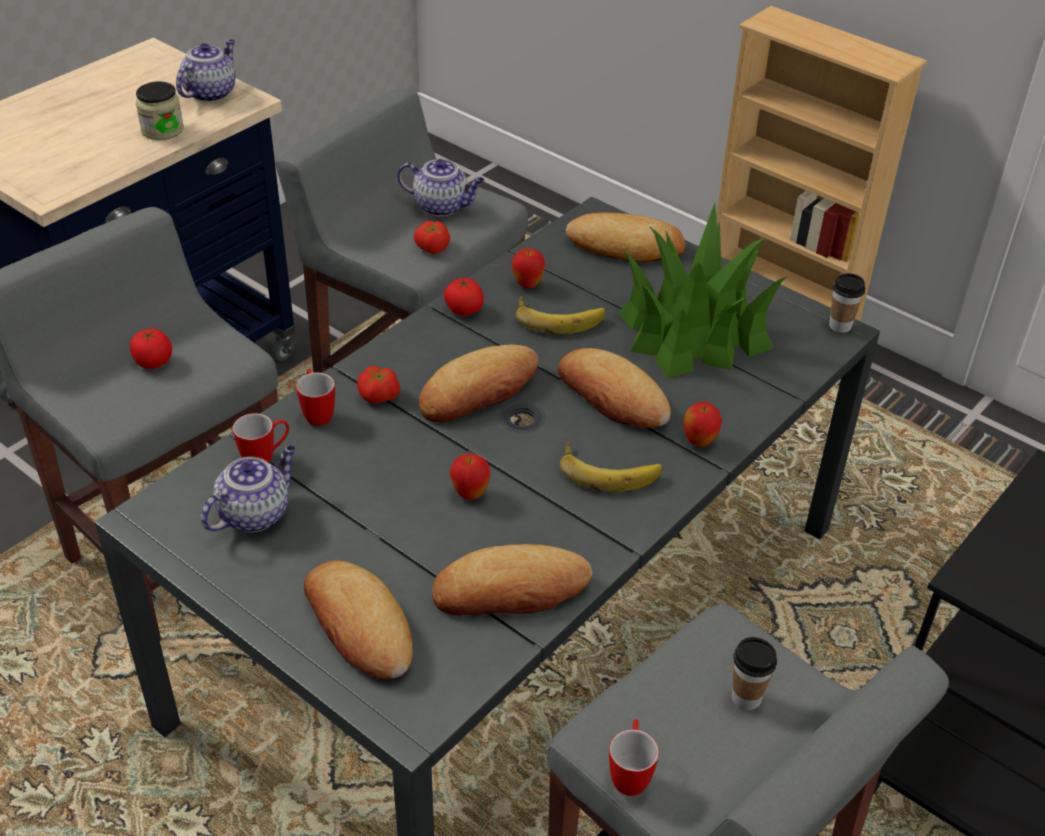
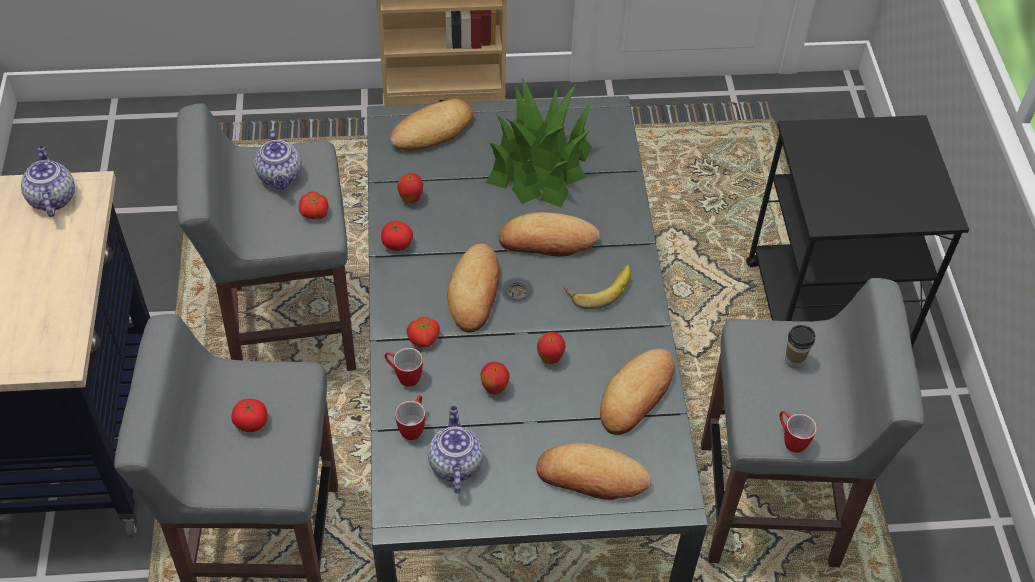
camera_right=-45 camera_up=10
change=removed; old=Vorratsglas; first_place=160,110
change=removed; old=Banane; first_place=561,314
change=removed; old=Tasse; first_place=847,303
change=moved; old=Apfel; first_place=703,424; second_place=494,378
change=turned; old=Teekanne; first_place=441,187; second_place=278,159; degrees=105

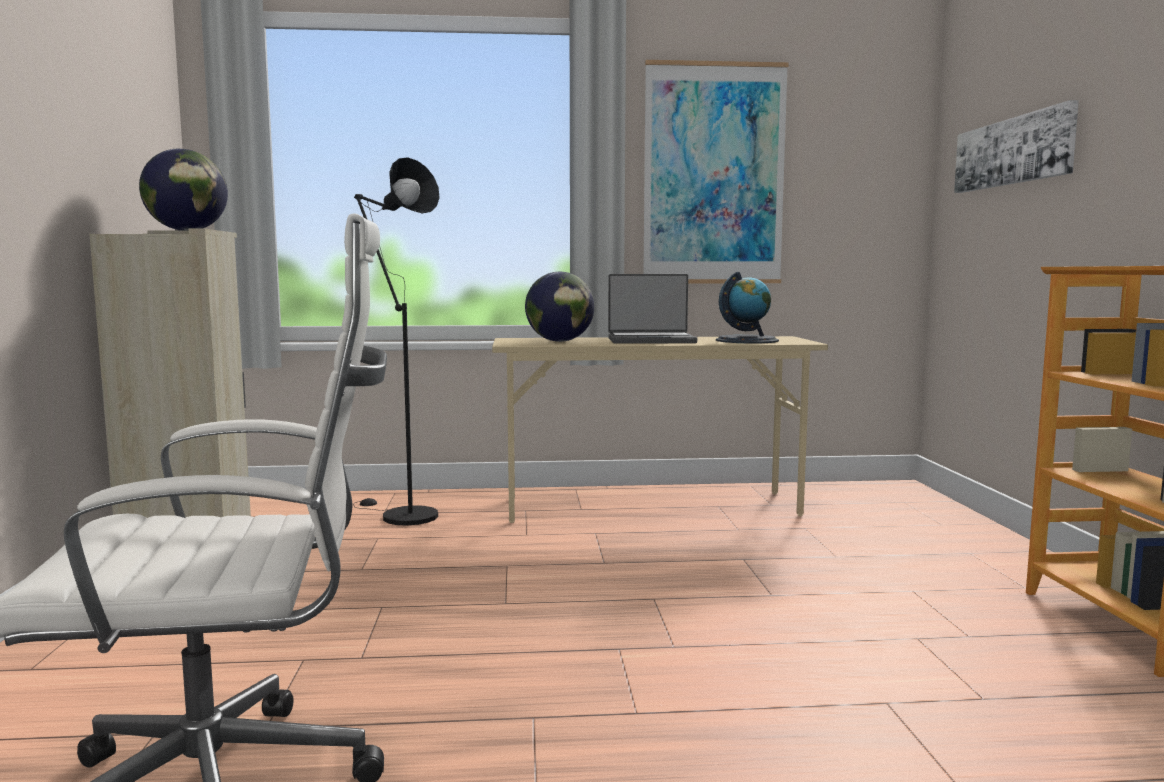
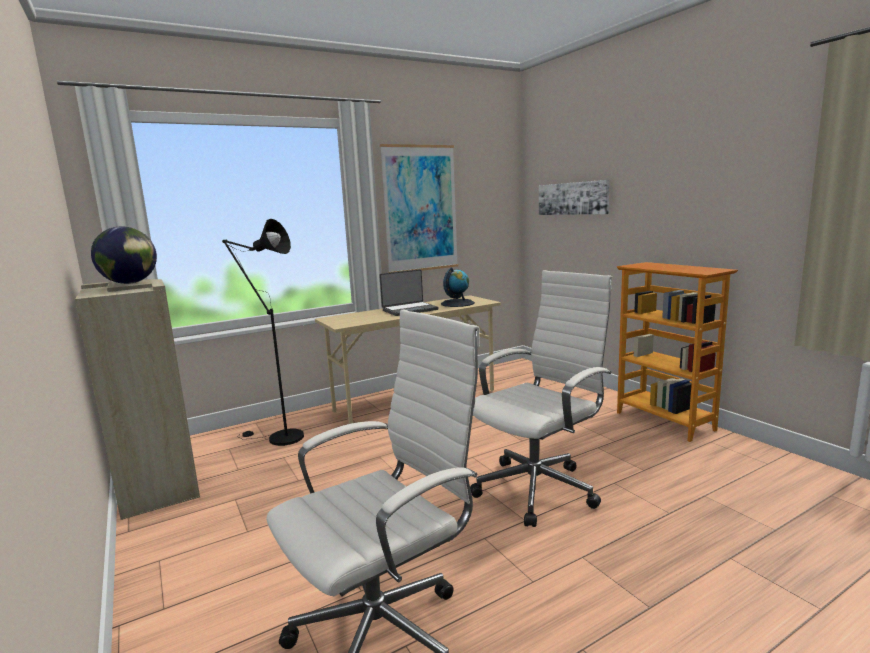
camera_right=-25 camera_up=5
change=removed; old=Globus; first_place=560,307
change=added; new=Bürostuhl (weiß); second_place=541,398

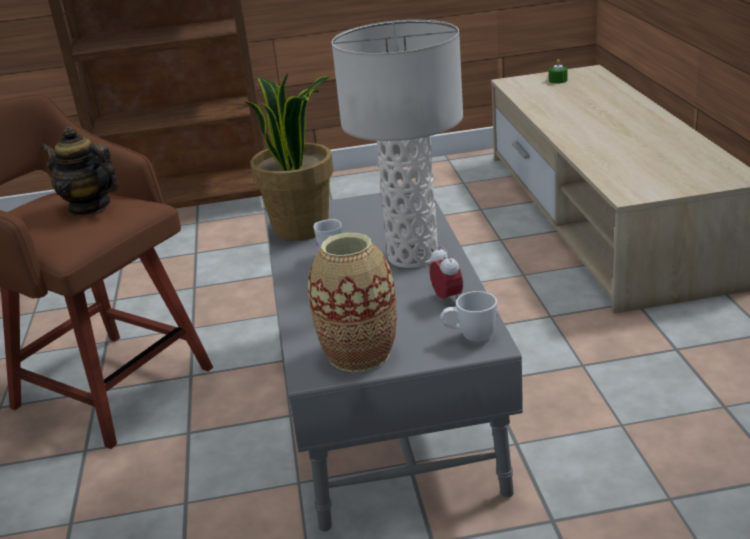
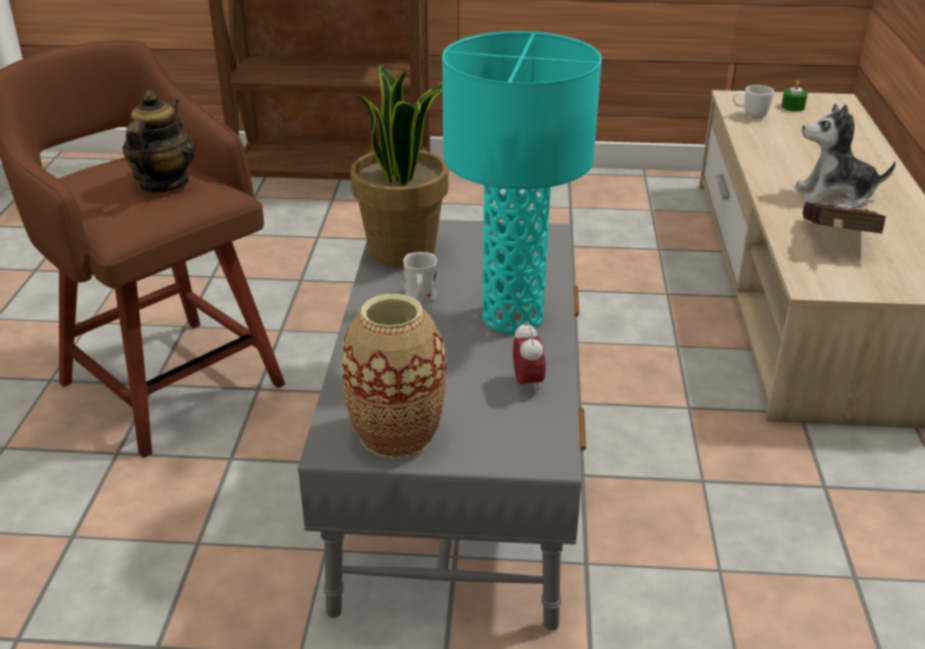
camera_right=10 camera_up=5
change=added; new=Plüschtier; second_place=846,156
change=added; new=Buch (rot); second_place=844,218
change=moved; old=Henkelbecher (weiß); first_place=468,316; second_place=753,102
change=recoloured; old=Tischlampe (weiß); new=Tischlampe (türkis); first_place=397,144; second_place=522,182
change=turned; old=Teekanne; first_place=80,171; second_place=159,141; degrees=60

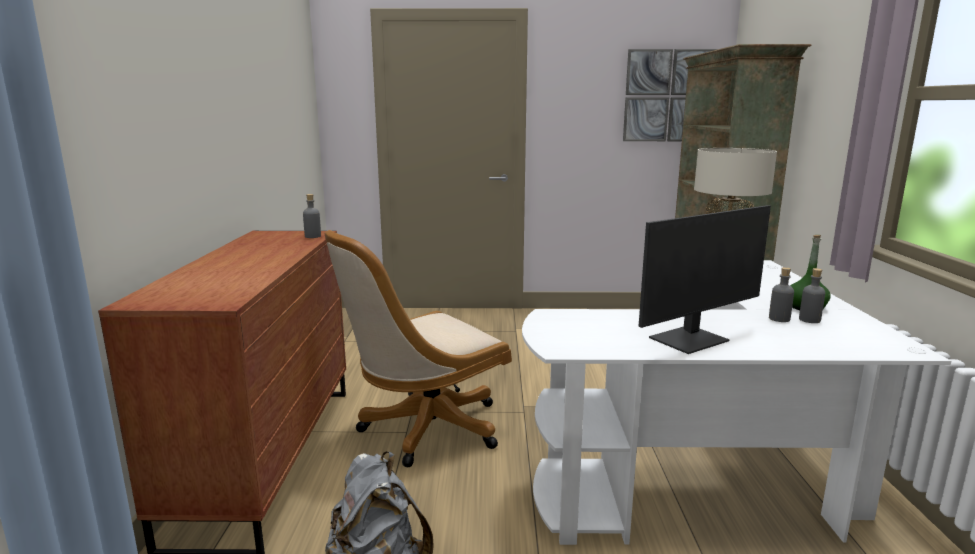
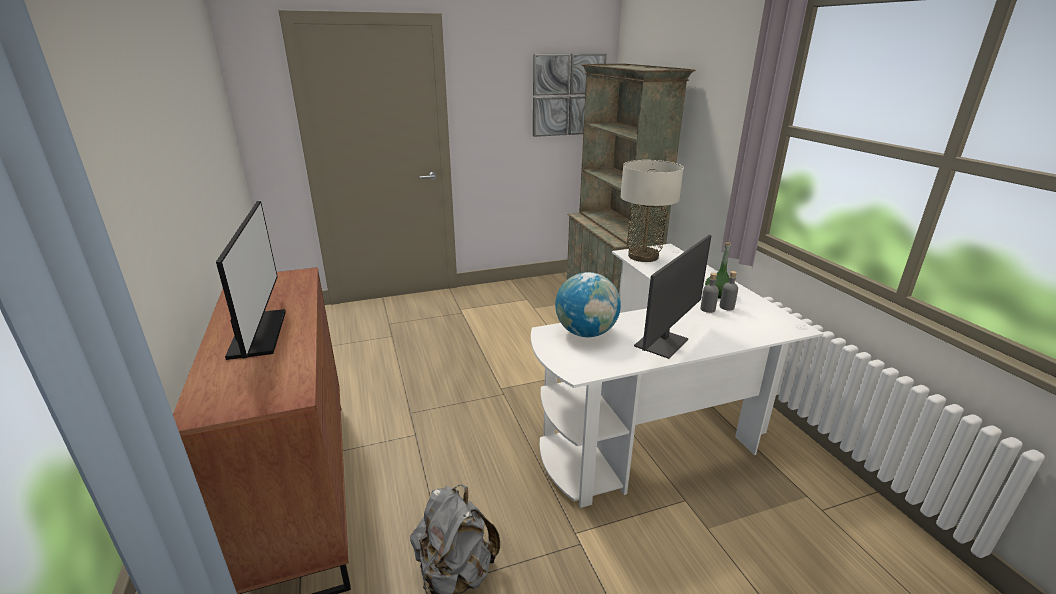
camera_right=-20 camera_up=10
change=removed; old=Flasche (grau); first_place=312,216
change=removed; old=Bürostuhl; first_place=418,348
change=added; new=Monitor; second_place=251,280
change=added; new=Globus; second_place=588,304

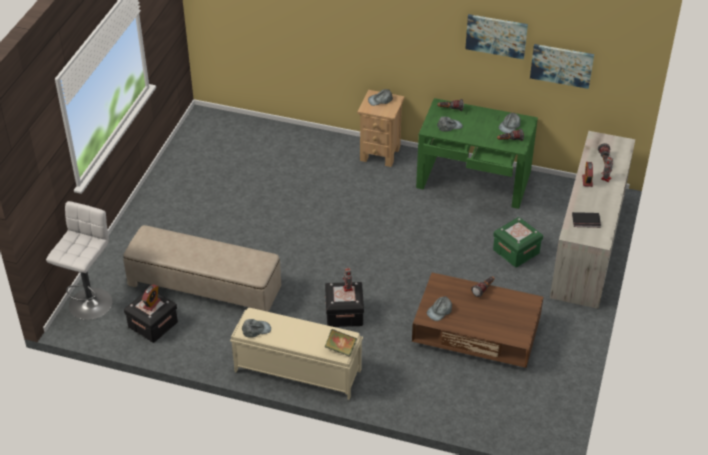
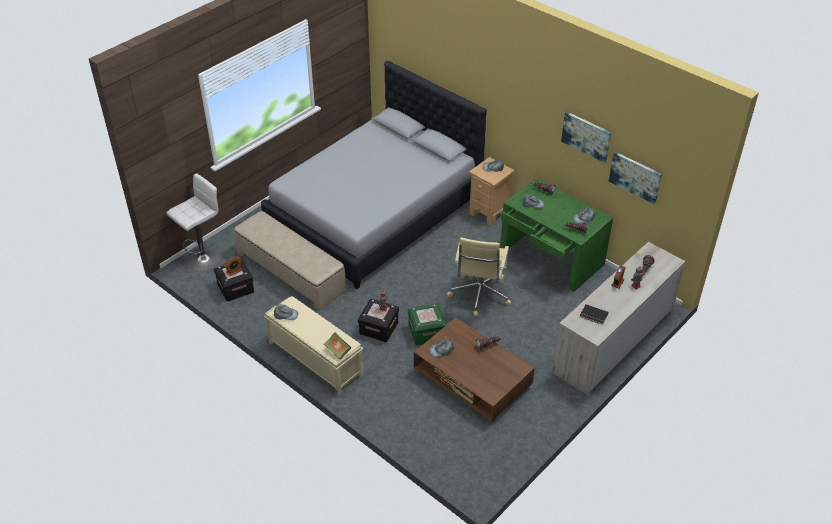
camera_right=25 camera_up=0
change=added; new=Bett (grau); second_place=374,175
change=added; new=Bürostuhl (beige); second_place=479,277
change=moved; old=Aufbewahrungsbox (grün); first_place=518,242; second_place=427,325

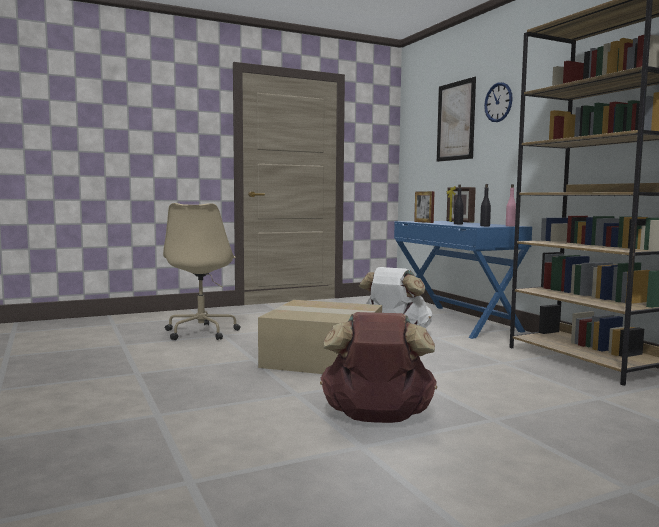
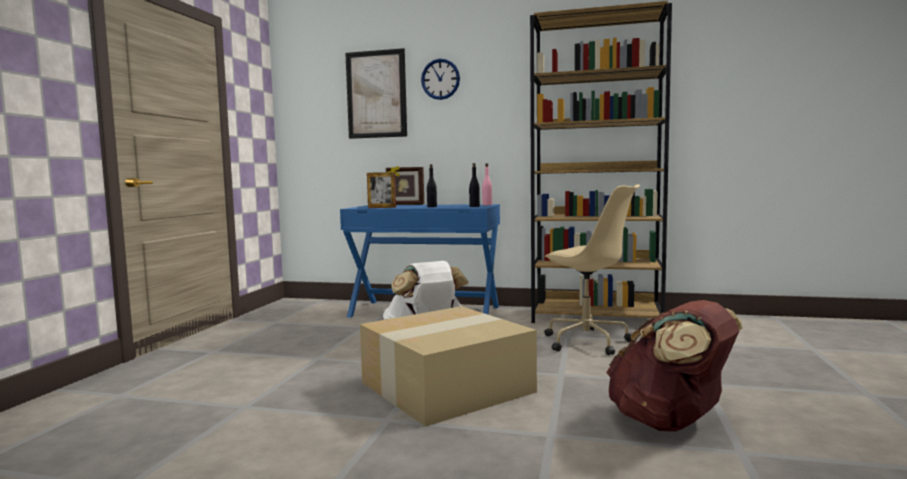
camera_right=-50 camera_up=0
change=moved; old=Bürostuhl (beige); first_place=202,271; second_place=592,269

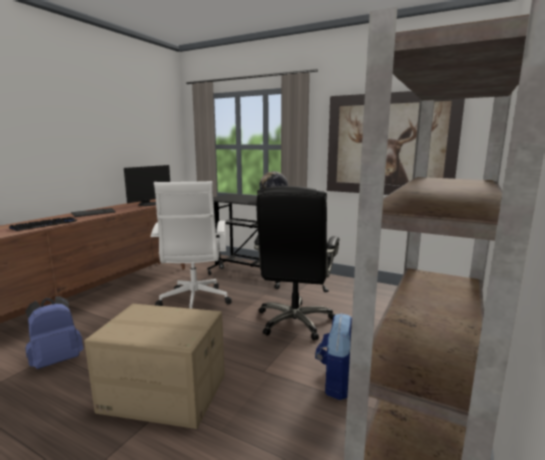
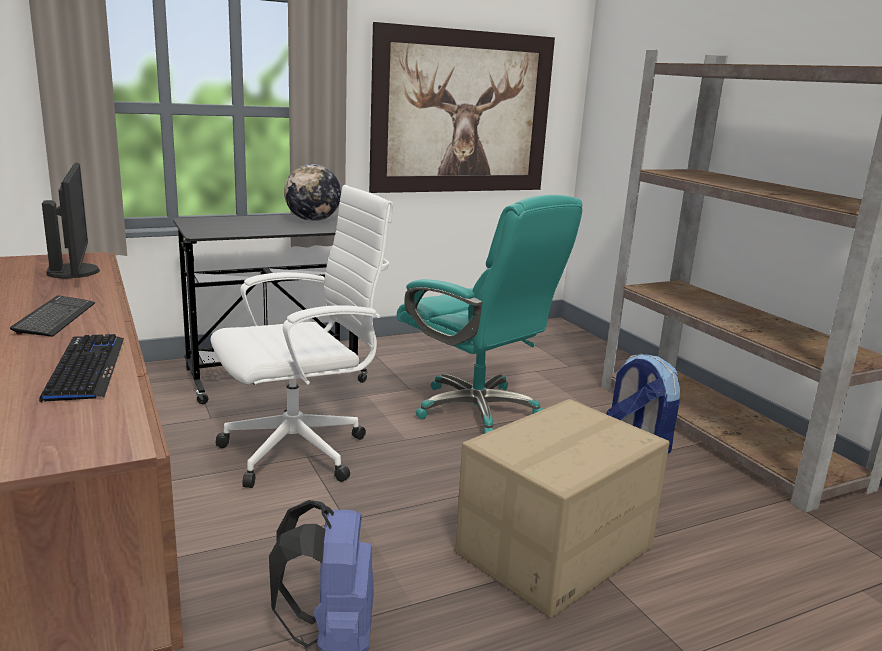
camera_right=-55 camera_up=5
change=recoloured; old=Bürostuhl (schwarz); new=Bürostuhl (türkis); first_place=296,263; second_place=489,314
change=turned; old=Bürostuhl (weiß); first_place=191,245; second_place=301,336; degrees=-60

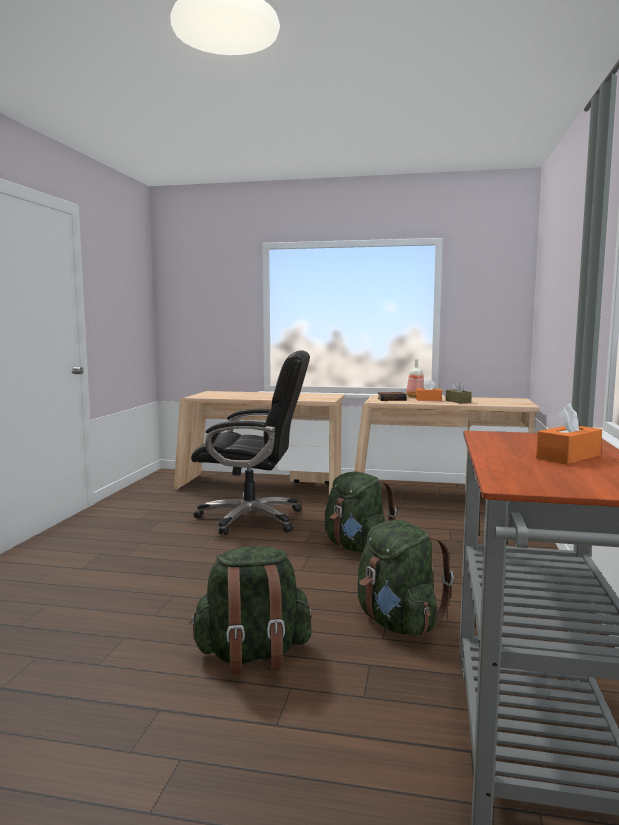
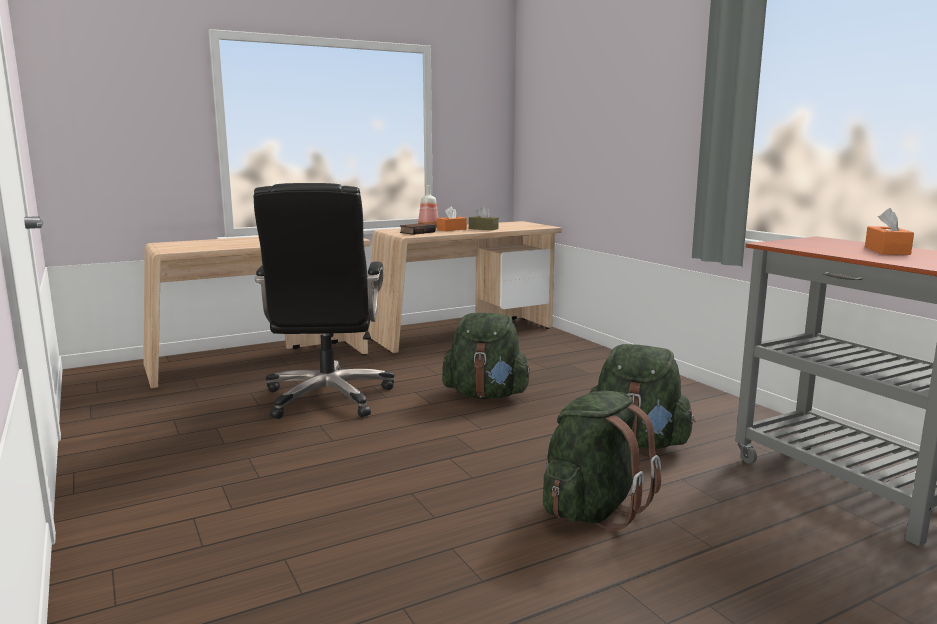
camera_right=-40 camera_up=5
change=turned; old=Bürostuhl (schwarz); first_place=250,442; second_place=324,301; degrees=120

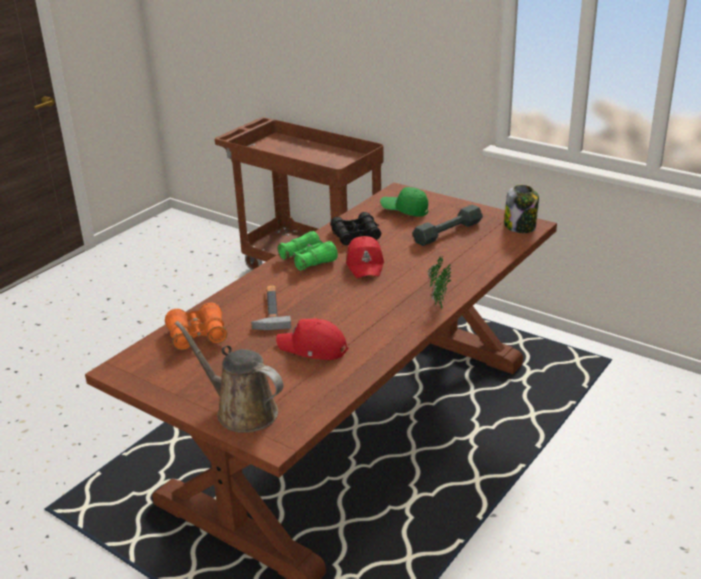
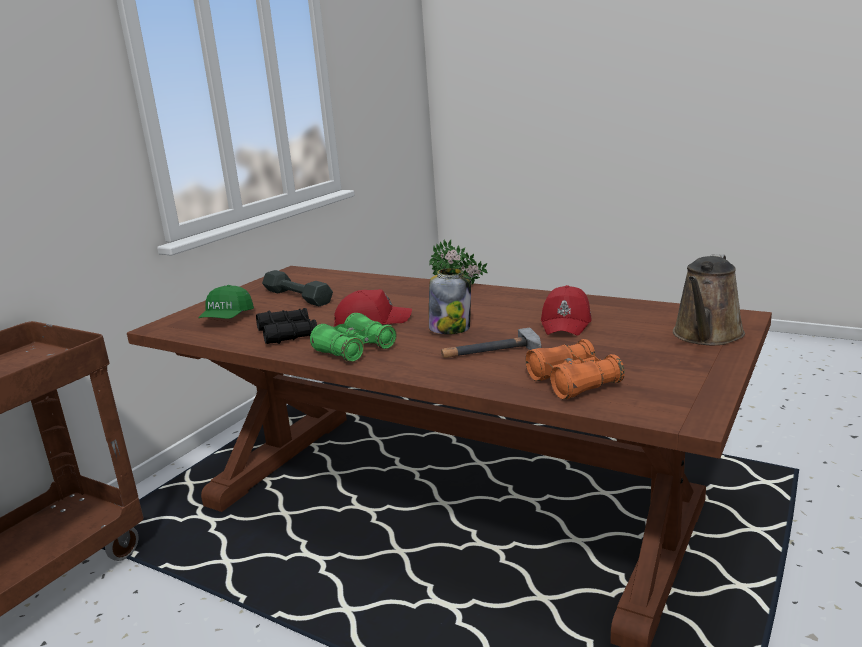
camera_right=-95 camera_up=-10
change=moved; old=Vorratsglas; first_place=521,209; second_place=450,301

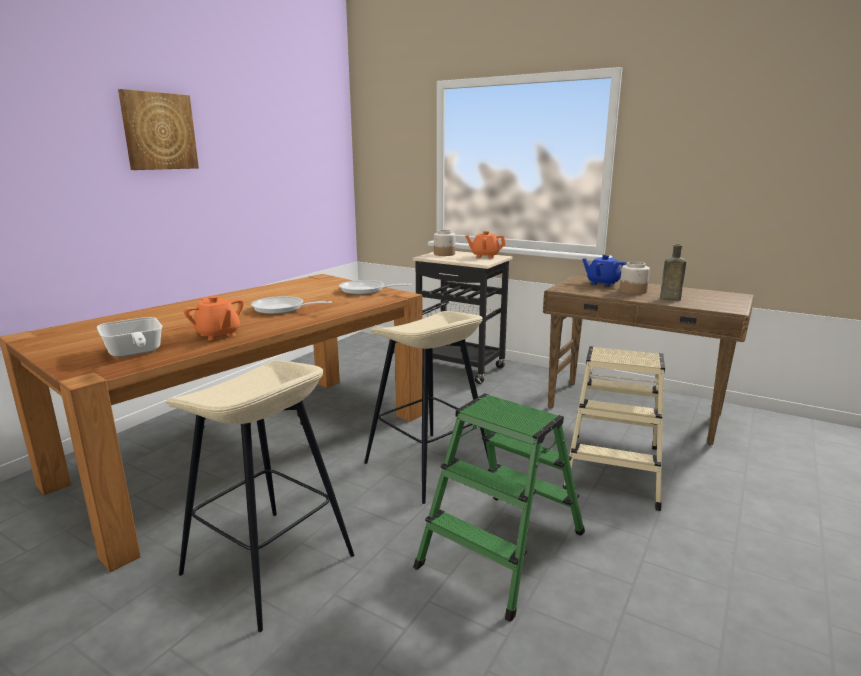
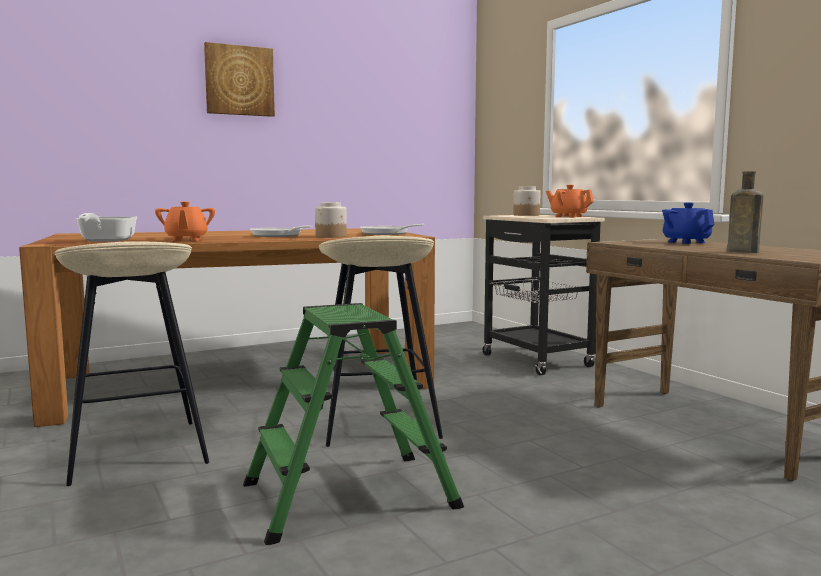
camera_right=30 camera_up=-10
change=removed; old=Trittleiter (beige); first_place=614,428
change=moved; old=Vorratsglas; first_place=635,278; second_place=331,220

